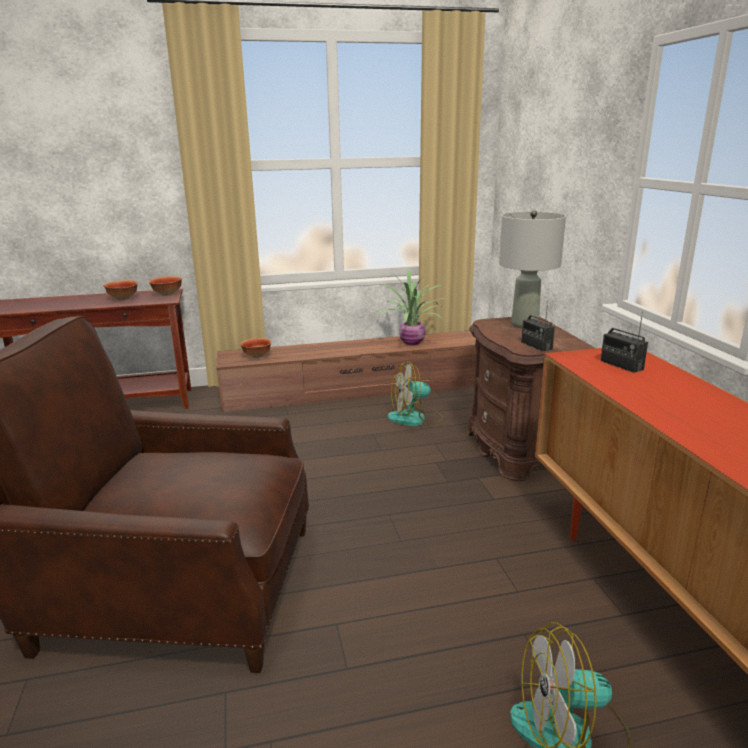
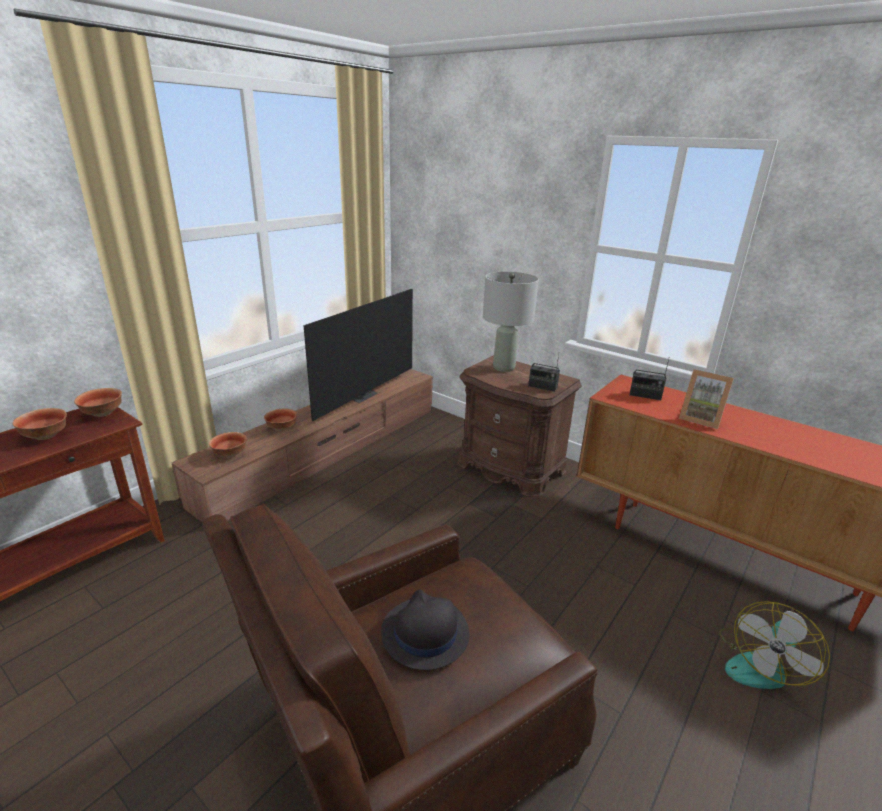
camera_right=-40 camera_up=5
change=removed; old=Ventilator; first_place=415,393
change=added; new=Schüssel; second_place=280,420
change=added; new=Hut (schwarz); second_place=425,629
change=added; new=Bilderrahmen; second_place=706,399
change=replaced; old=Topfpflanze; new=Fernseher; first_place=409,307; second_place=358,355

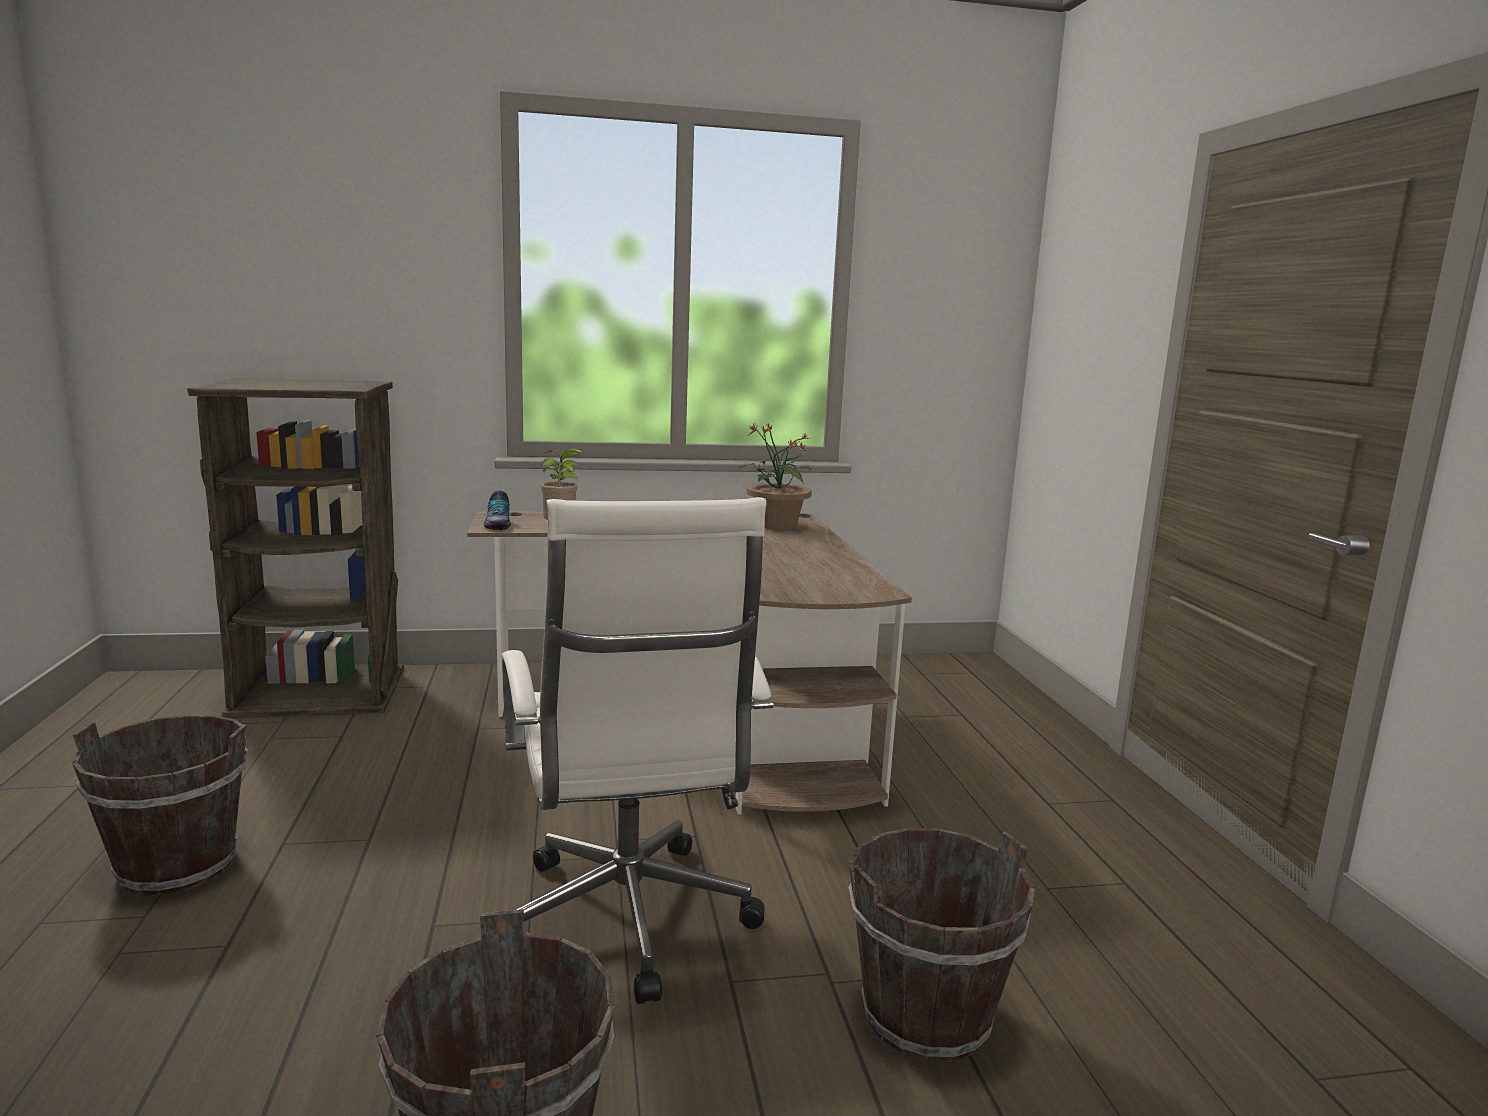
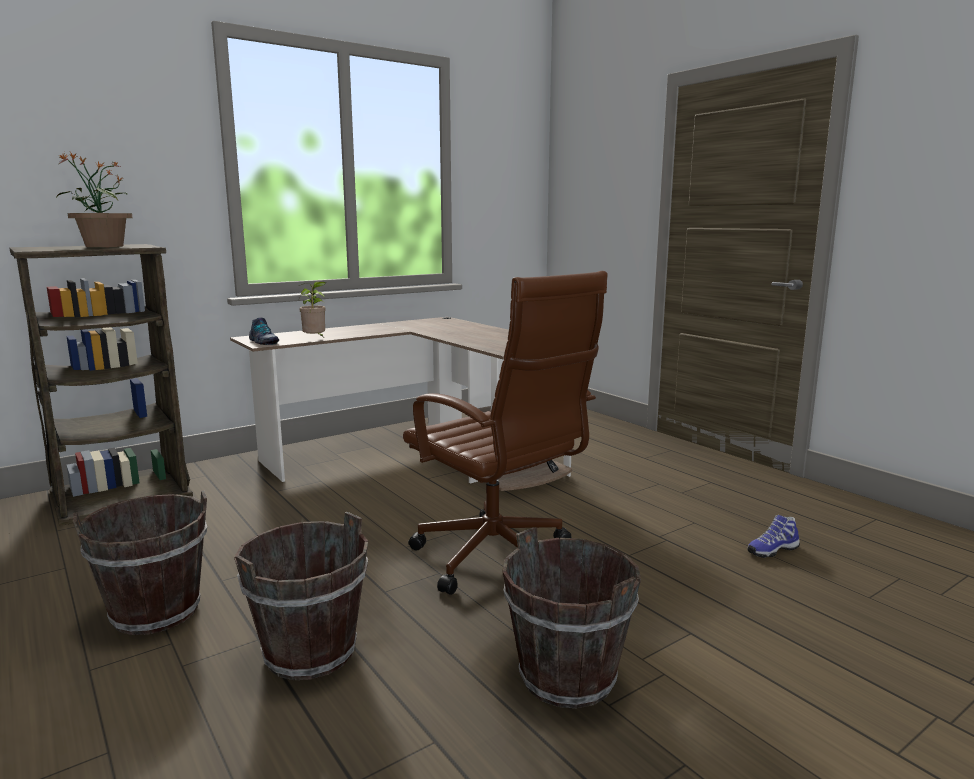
camera_right=-25 camera_up=0
change=added; new=Schuh; second_place=773,536
change=moved; old=Topfpflanze; first_place=775,476; second_place=94,199
change=moved; old=Eimer (braun); first_place=942,945; second_place=301,596
change=recoloured; old=Bürostuhl (weiß); new=Bürostuhl (braun); first_place=637,750; second_place=505,433

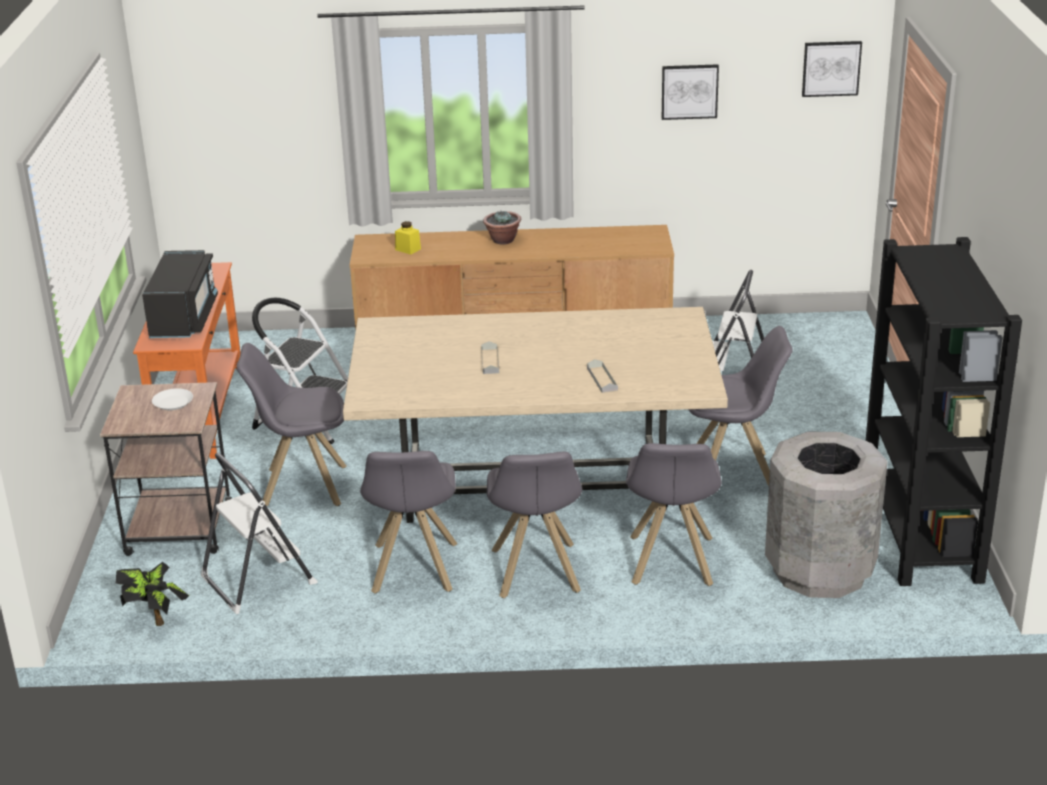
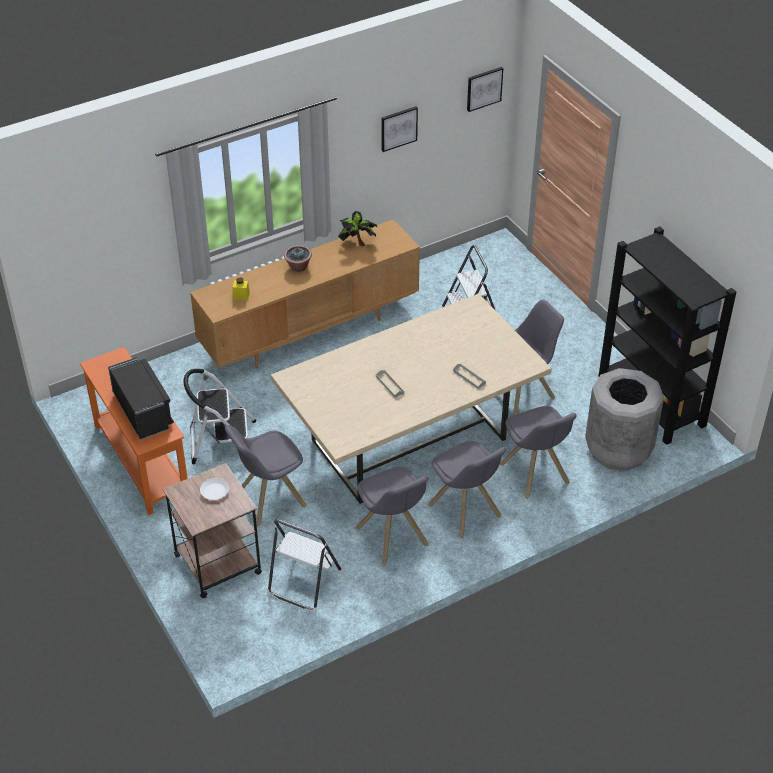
camera_right=-30 camera_up=15
change=moved; old=Topfpflanze; first_place=152,594; second_place=358,228

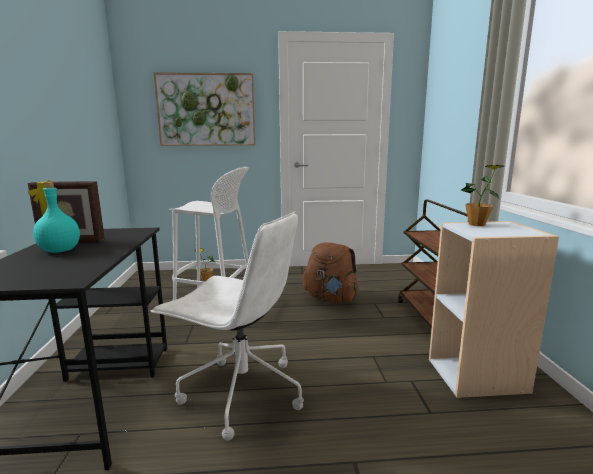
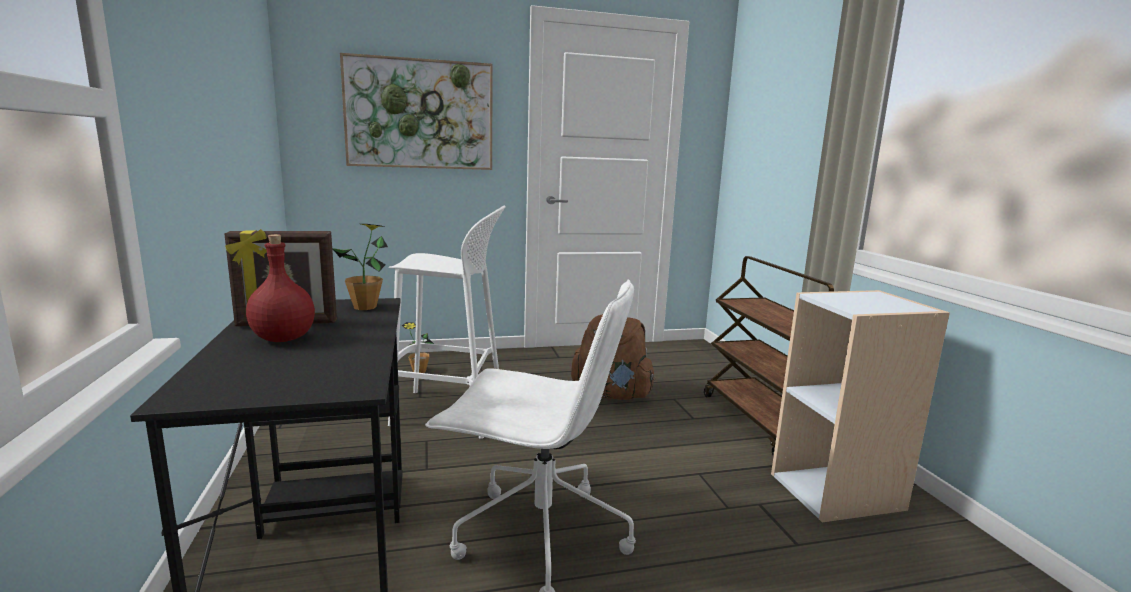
camera_right=-10 camera_up=0
change=moved; old=Topfpflanze; first_place=482,195; second_place=360,267
change=recoloured; old=Flasche (türkis); new=Flasche (rot); first_place=56,217; second_place=280,288

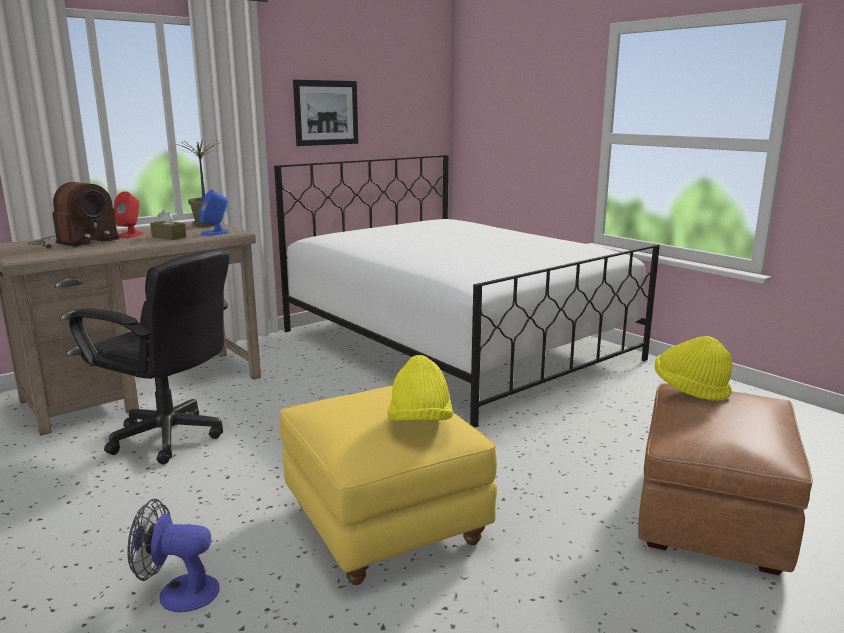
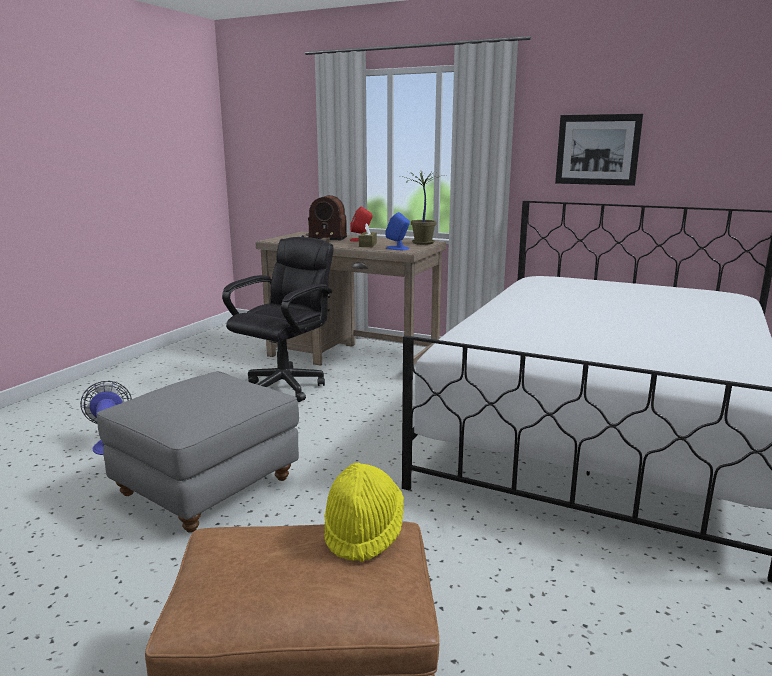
camera_right=65 camera_up=0
change=removed; old=Hut (gelb); first_place=420,388
change=recoloured; old=Polsterhocker (gelb); new=Polsterhocker (grau); first_place=388,485; second_place=198,451
change=turned; old=Bürostuhl (schwarz); first_place=149,356; second_place=277,319; degrees=-150

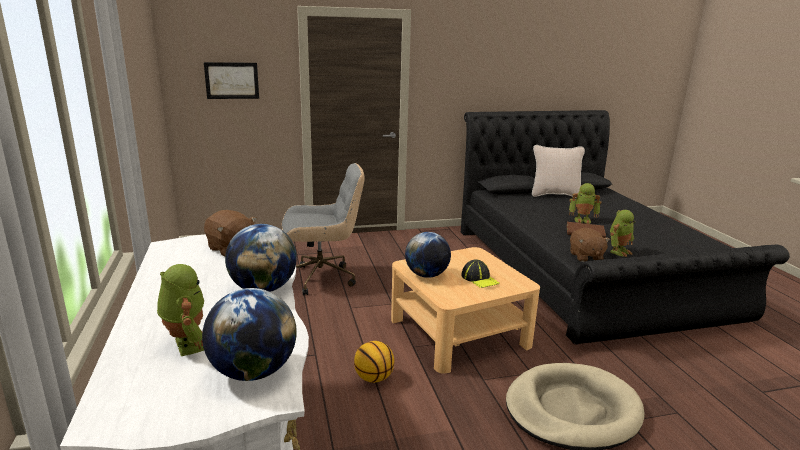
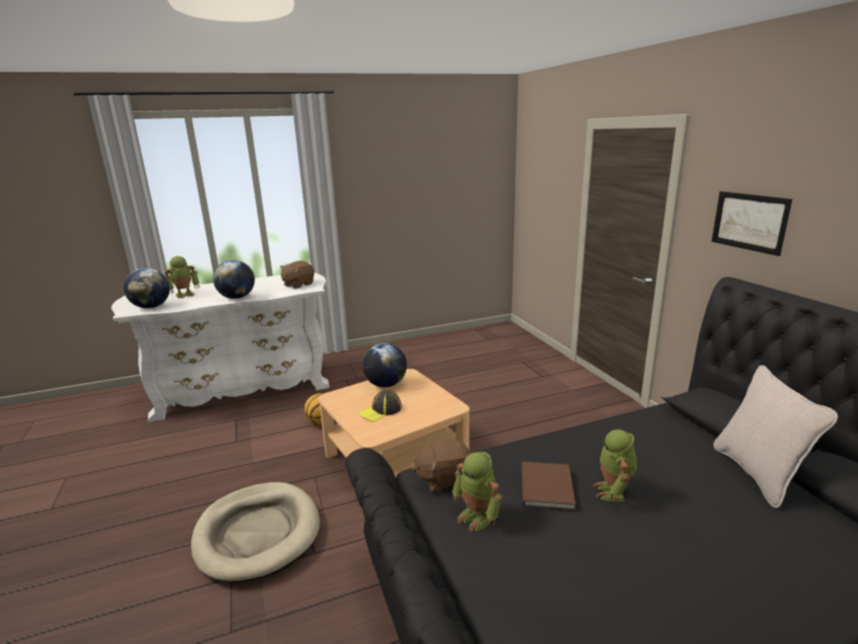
camera_right=85 camera_up=0
change=removed; old=Bürostuhl (grau); first_place=323,229
change=moved; old=Bild; first_place=231,80; second_place=752,223

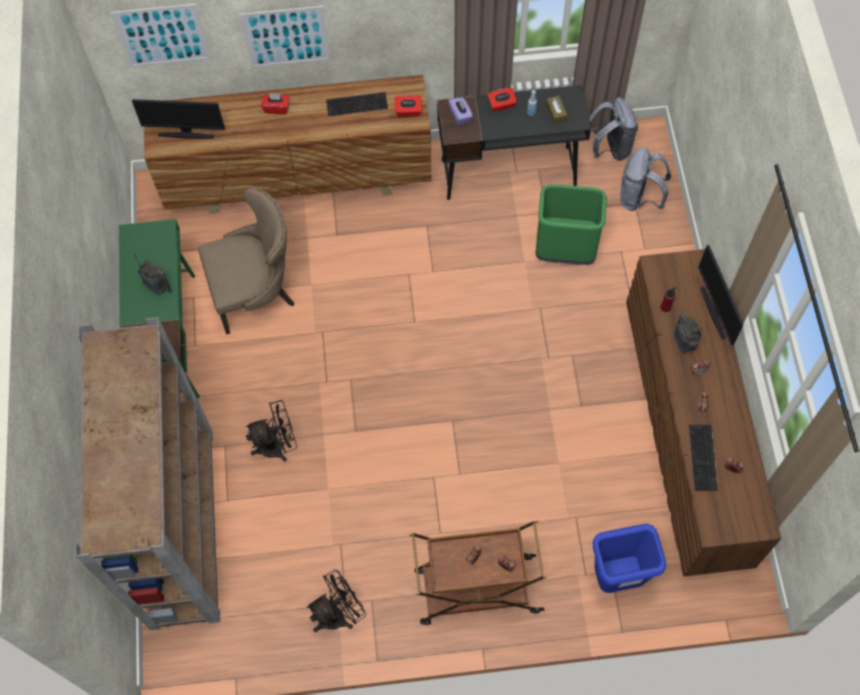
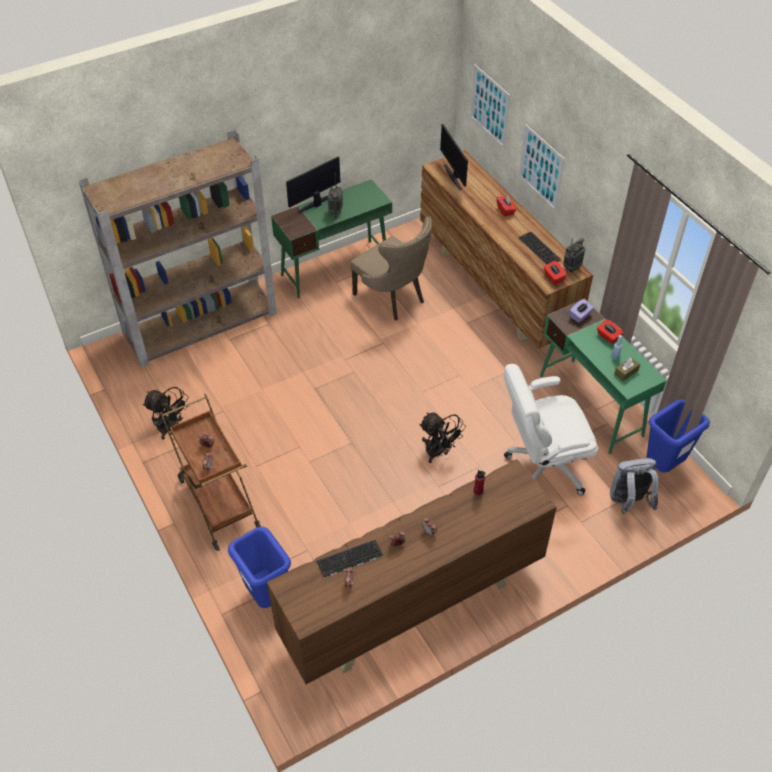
camera_right=65 camera_up=-15
change=moved; old=Ventilator (schwarz); first_place=271,430; second_place=442,437
change=moved; old=Radio; first_place=687,332; second_place=574,255
change=moved; old=Monitor; first_place=721,295; second_place=313,184
change=replaced; old=Mülleimer (grün); new=Bürostuhl (weiß); first_place=571,224; second_place=551,429
change=replaced; old=Rucksack (grau); new=Mülleimer (blau); first_place=613,128; second_place=678,436
change=recoloured; old=Schreibtisch (schwarz); new=Schreibtisch (grün); first_place=514,142; second_place=603,376

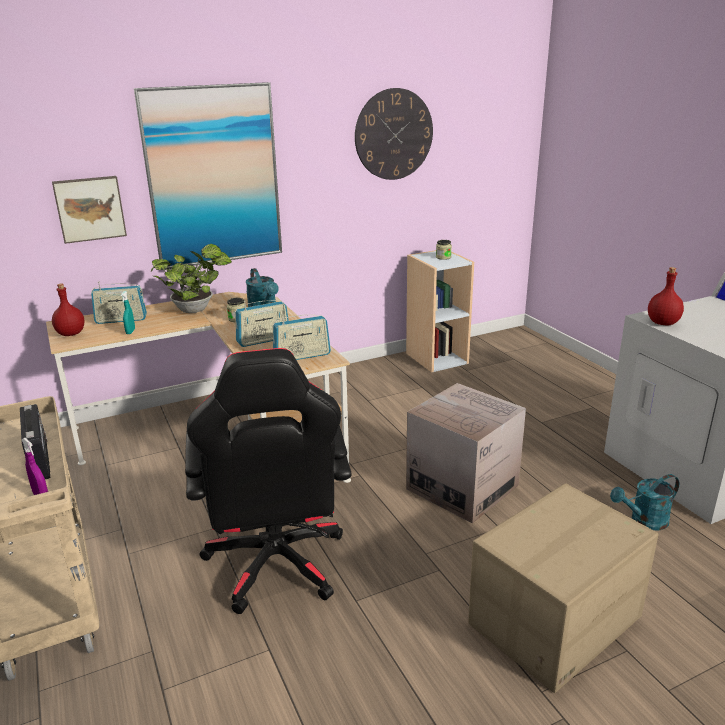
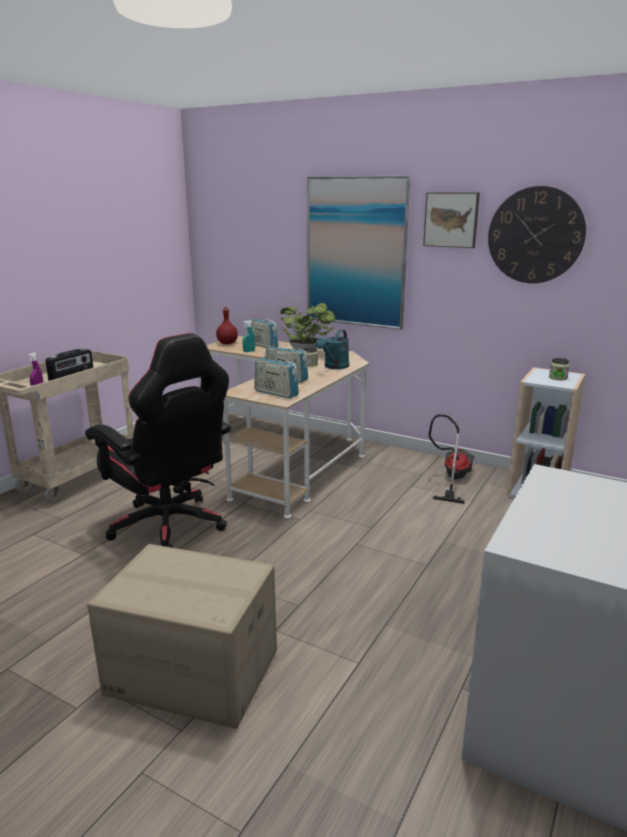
camera_right=55 camera_up=-5
change=removed; old=Karton; first_place=466,453
change=removed; old=Gießkanne (türkis); first_place=644,502
change=removed; old=Flasche (rot); first_place=666,296
change=added; new=Staubsauger; second_place=451,459
change=moved; old=Bild; first_place=89,210; second_place=451,220
change=turned; old=Bürostuhl (schwarz); first_place=268,481; second_place=158,440; degrees=-90

